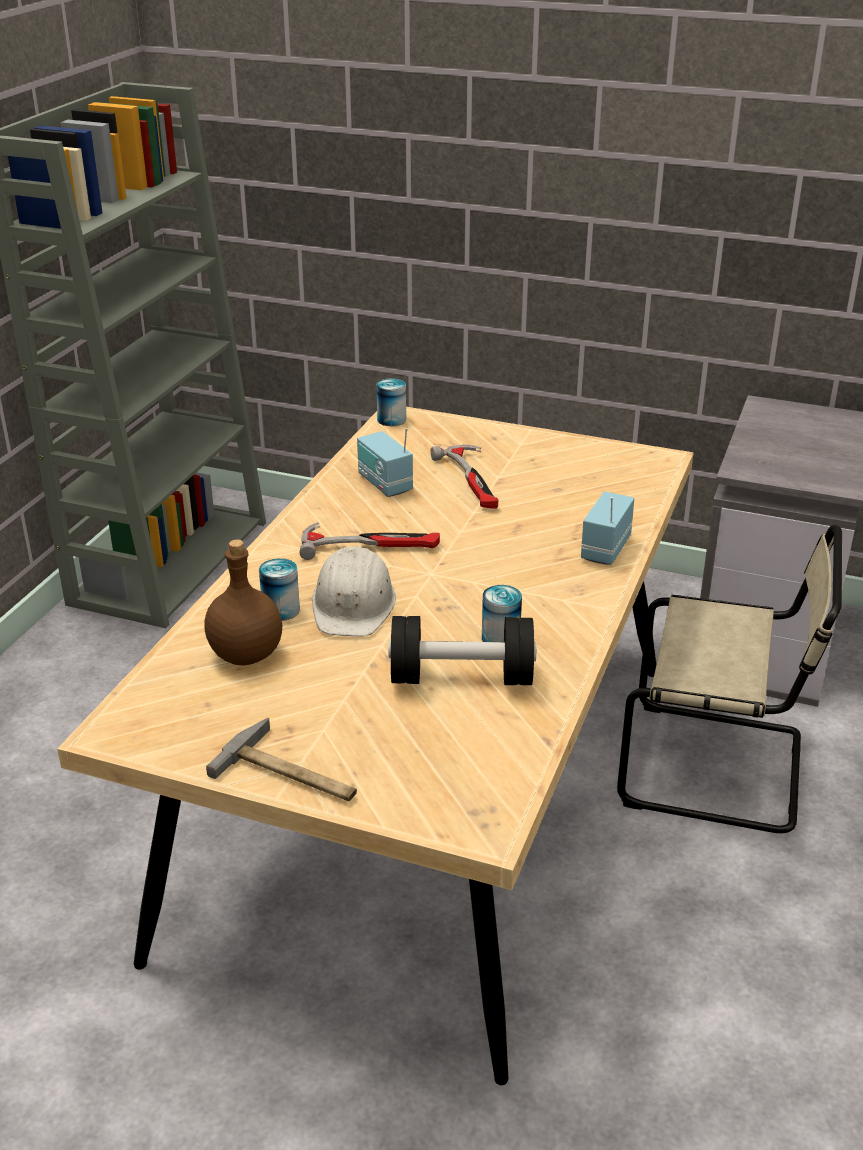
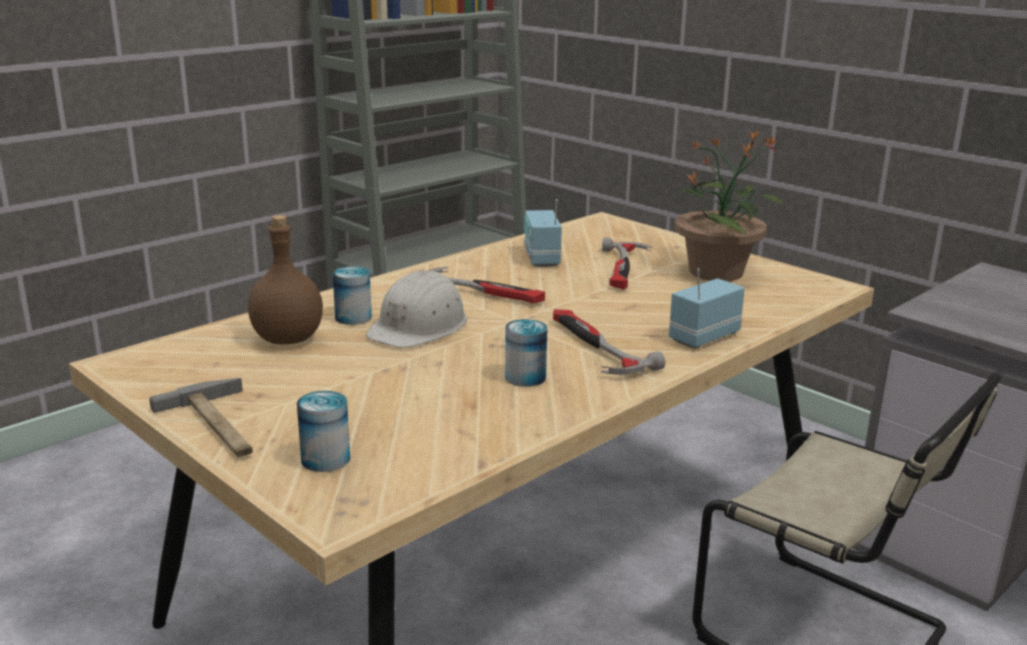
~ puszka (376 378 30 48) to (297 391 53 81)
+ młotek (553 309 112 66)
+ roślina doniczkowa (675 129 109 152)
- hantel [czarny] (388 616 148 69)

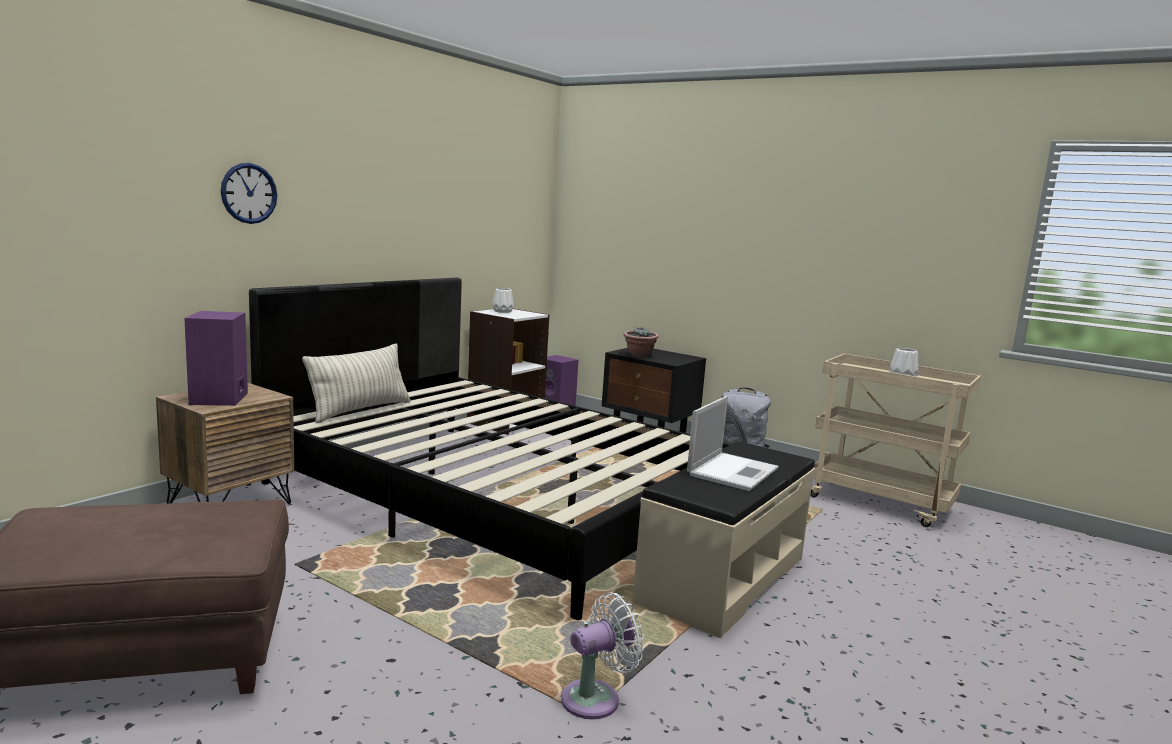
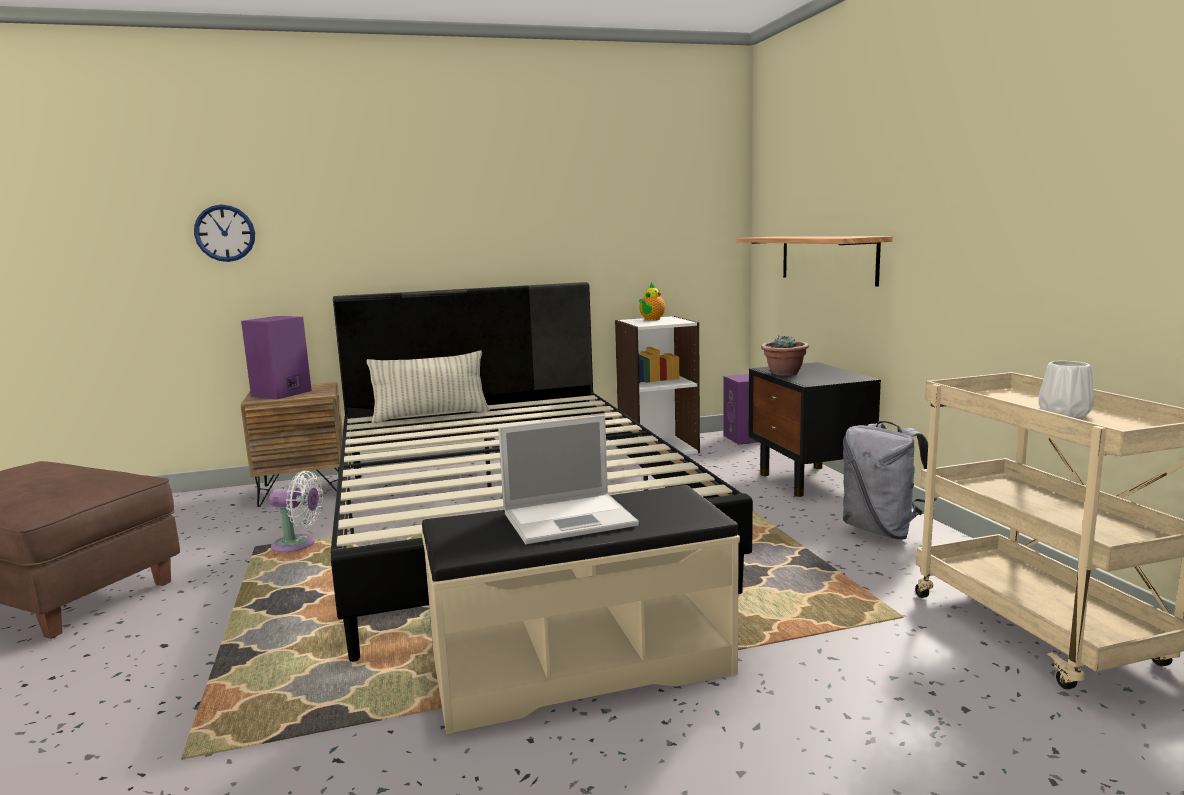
~ zegar ścienny (221 163 56 61) to (194 205 61 57)
~ wentylator [biały] (561 592 83 127) to (269 471 54 81)
~ wazon [biały] (493 288 21 25) to imbryk (639 282 26 38)
+ półka (736 236 157 51)

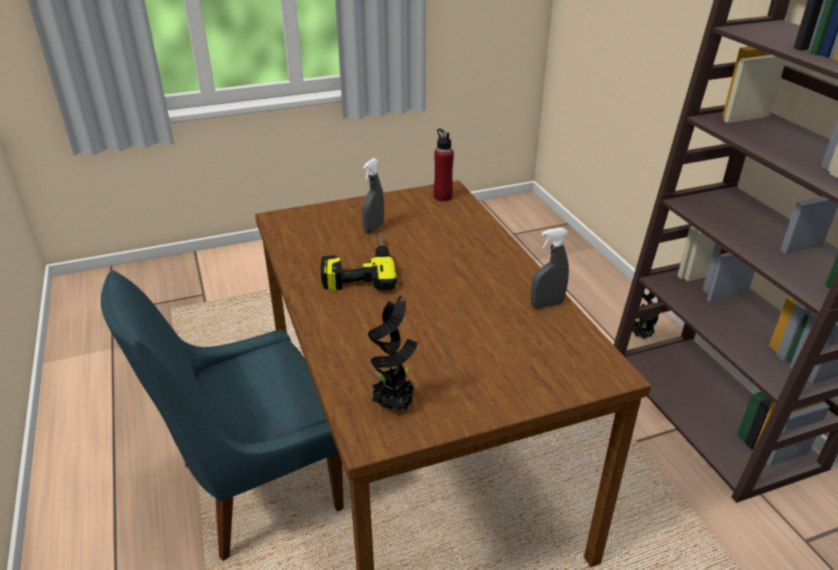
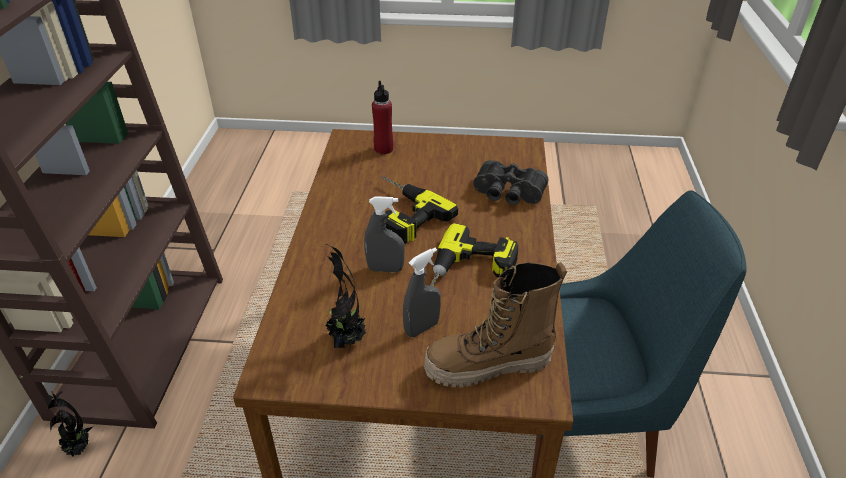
~ roślina doniczkowa (368 295 50 116) to (322 244 45 104)
~ spryskiwacz [szary] (531 228 38 81) to (364 196 41 77)
~ butelka [czerwony] (434 129 20 73) to (372 81 21 73)
+ wiertarka (382 176 76 68)
+ but z cholewką (424 262 143 125)
+ lornetka [czarny] (473 160 75 45)

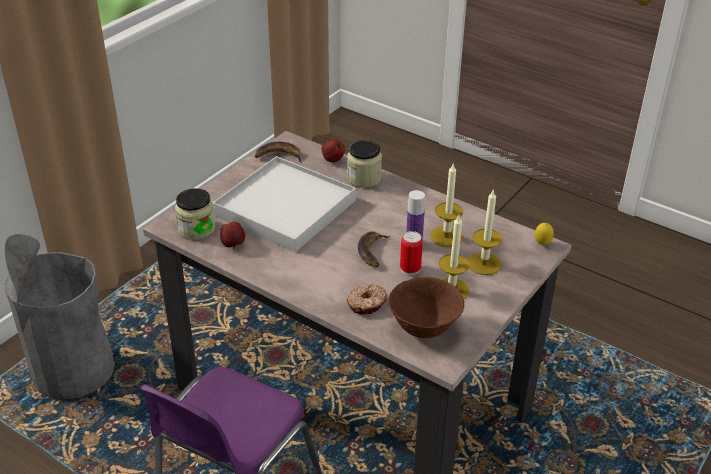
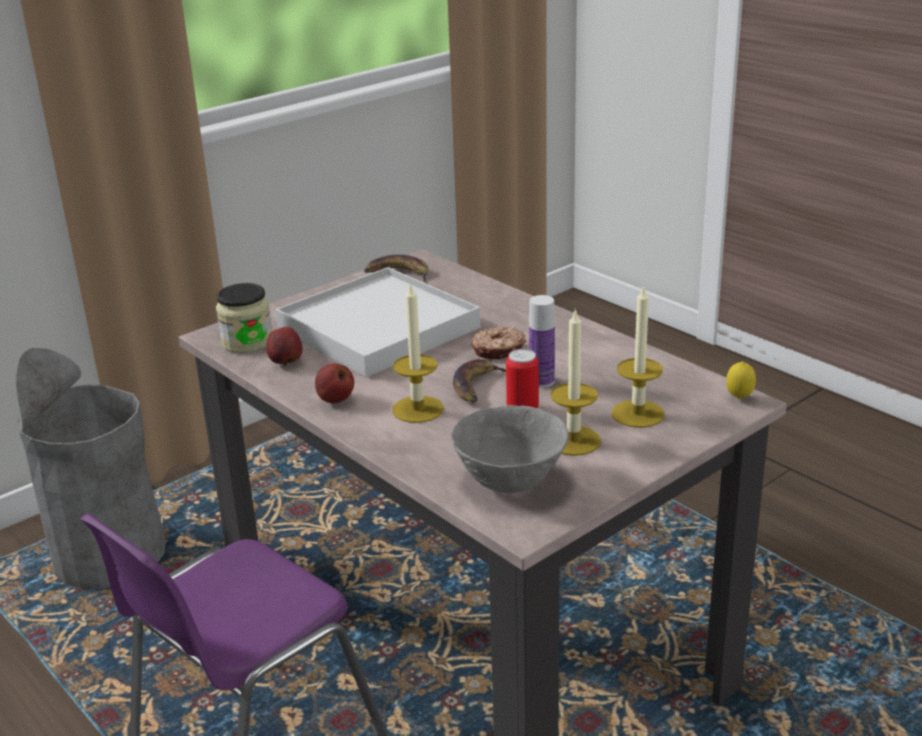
~ jabłko (322 139 23 23) to (315 364 39 39)
~ świeca (430 164 33 83) to (392 282 52 141)
~ miska [brązowy] (388 277 76 61) to miska [szary] (451 405 118 88)
~ donut (347 284 41 31) to (472 326 54 33)
- słoik (347 140 35 48)

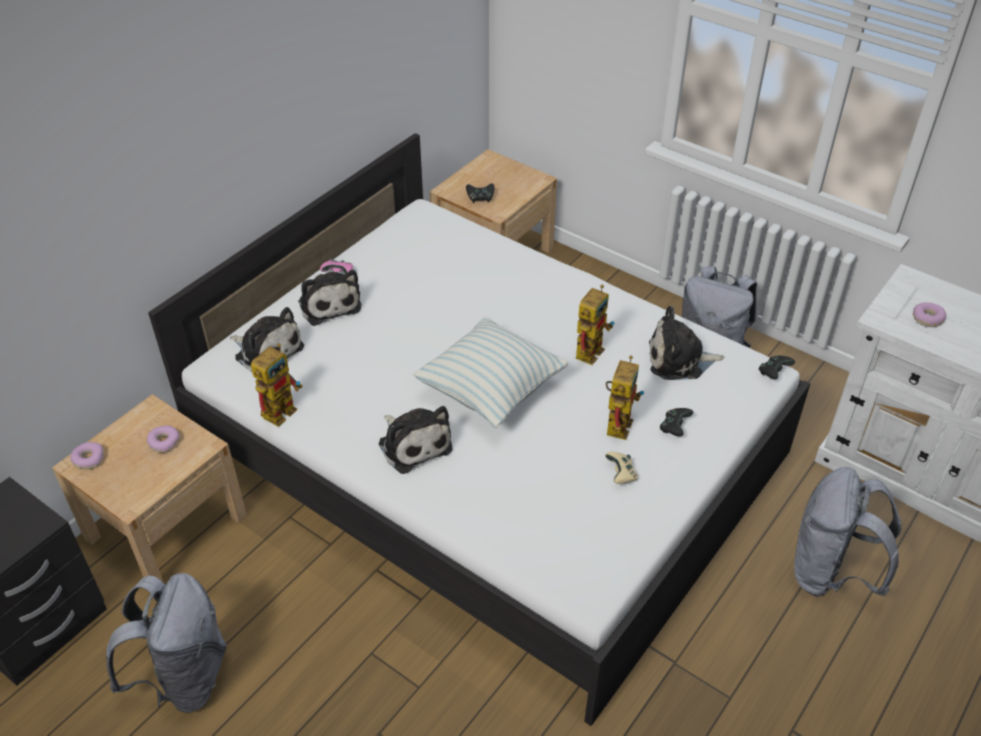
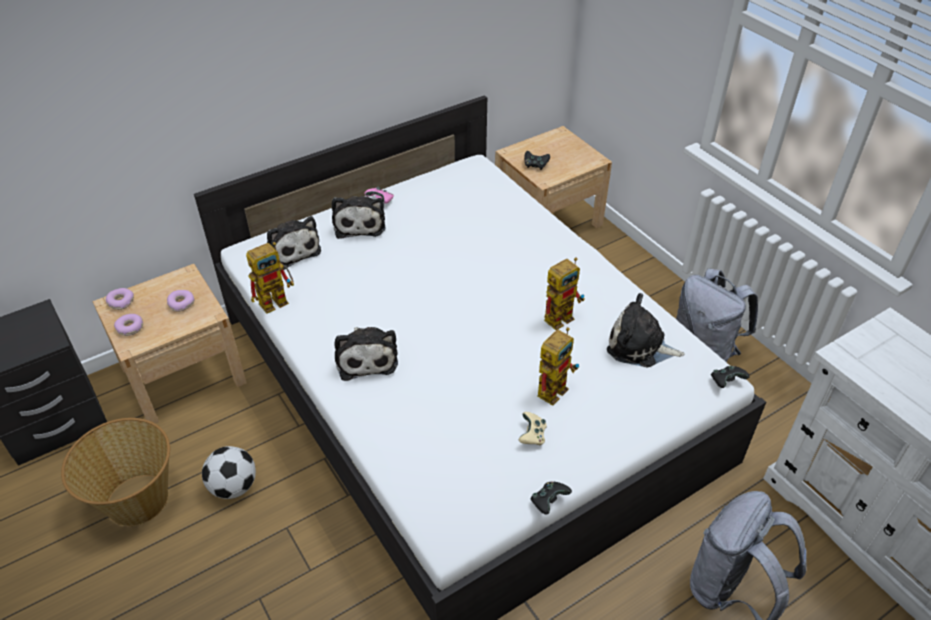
~ plecak [szary] (106 573 121 140) to koszyk (61 418 109 108)
~ donut (913 302 33 25) to (114 314 29 22)
+ piłka futbolowa (202 446 54 53)
~ pad do gier [czarny] (660 408 33 28) to (531 481 41 34)
- poduszka (413 316 155 112)

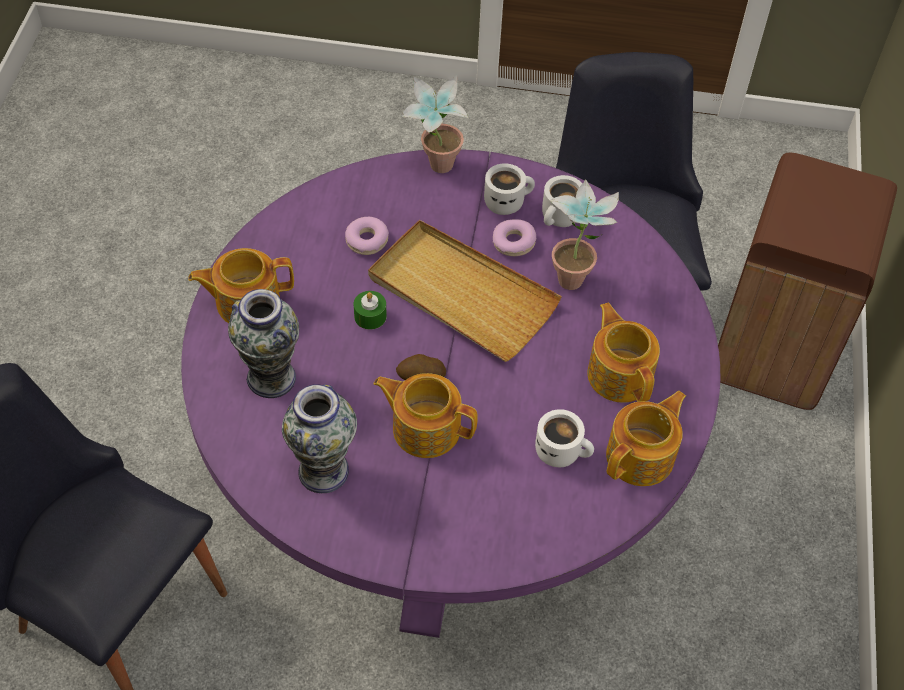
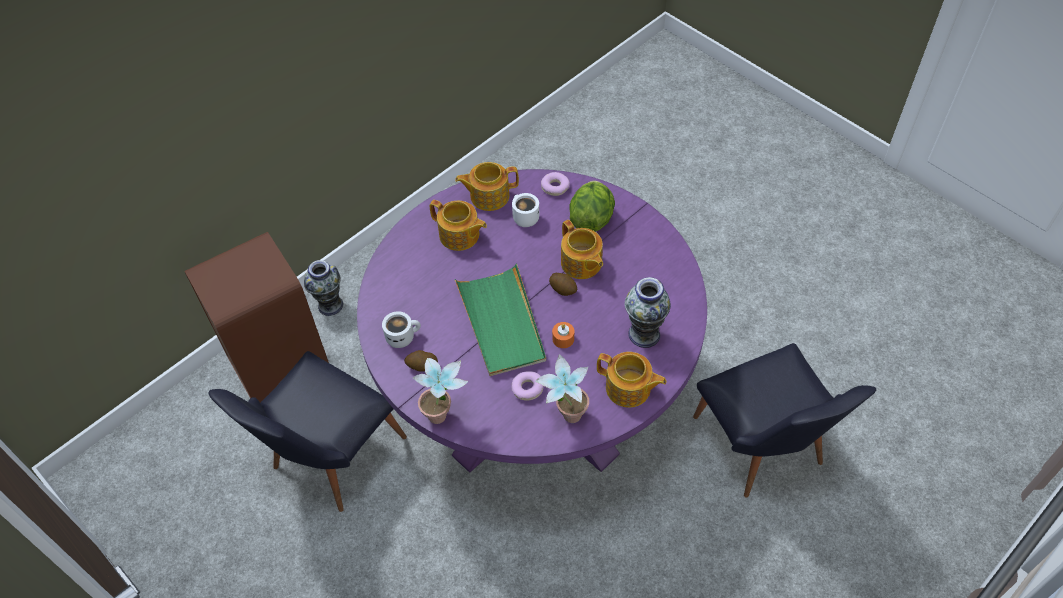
~ wazon (282 384 75 109) to (304 260 39 56)
~ kubek [biały] (484 163 51 52) to ziemniak (404 350 34 22)
~ imbryk (587 303 73 100) = (430 200 57 51) 75 degrees counterclockwise
~ taca [beżowy] (368 220 194 142) to taca [zielony] (455 263 91 113)
~ roślina doniczkowa (550 179 69 111) to (535 354 54 69)
~ donut (493 219 43 37) to (541 172 29 24)
~ świeca [zielony] (354 291 33 39) to świeca [pomarańczowy] (552 322 22 26)
+ sałata (569 181 46 51)

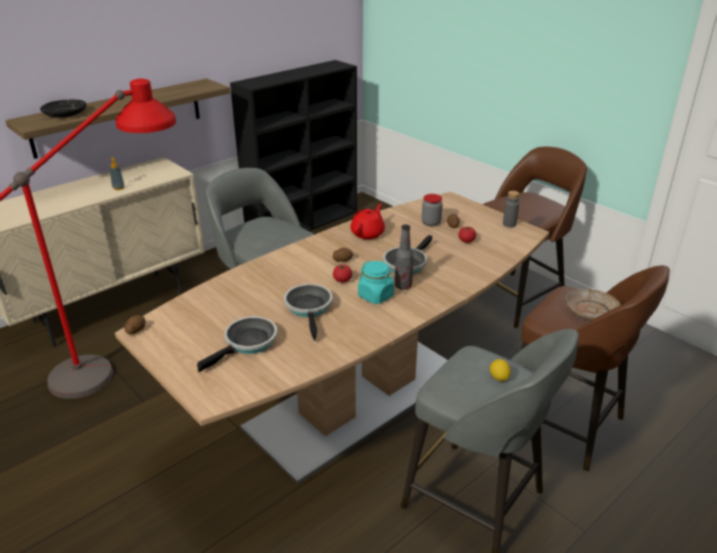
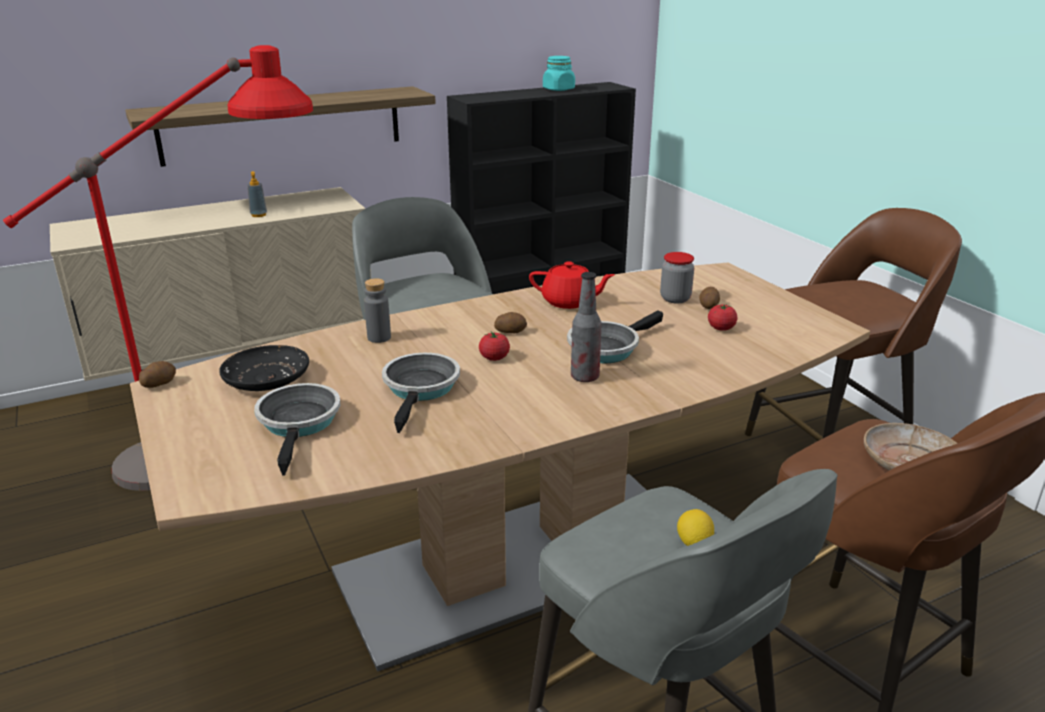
~ talerz [czarny] (40 99 46 19) to (219 345 90 46)
~ patelnia (197 316 80 56) = (254 383 86 93) 60 degrees counterclockwise
~ butelka [szary] (503 191 16 36) to (364 278 27 65)
~ imbryk [czerwony] (350 204 35 35) = (529 261 86 48) 60 degrees clockwise
~ słoik [turkusowy] (358 261 36 43) to (543 56 32 35)

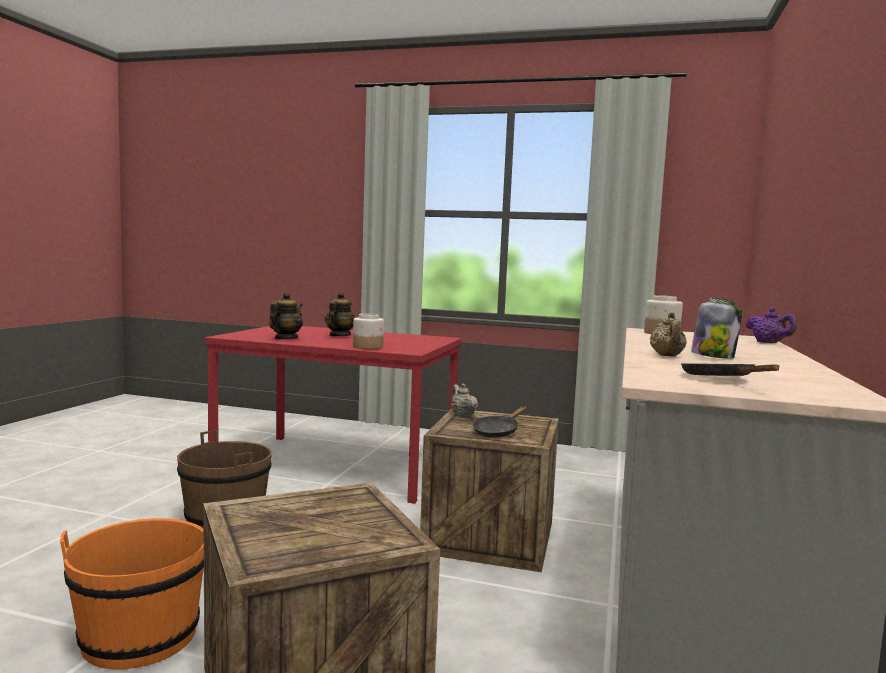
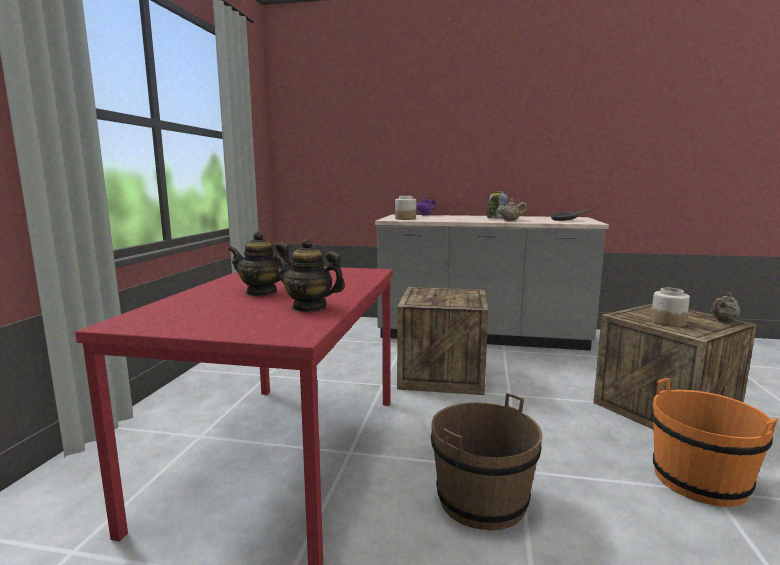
~ słoik (353 313 31 36) to (651 288 39 39)
~ imbryk [beżowy] (451 384 27 34) to (711 292 29 30)
- patelnia [czarny] (472 406 54 32)

